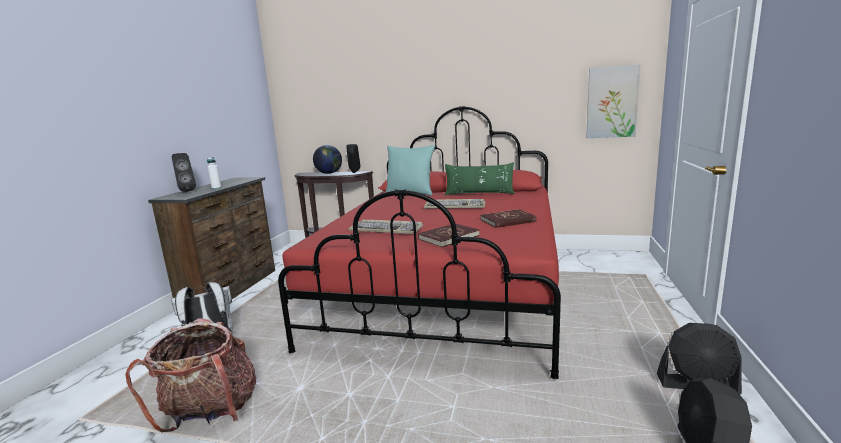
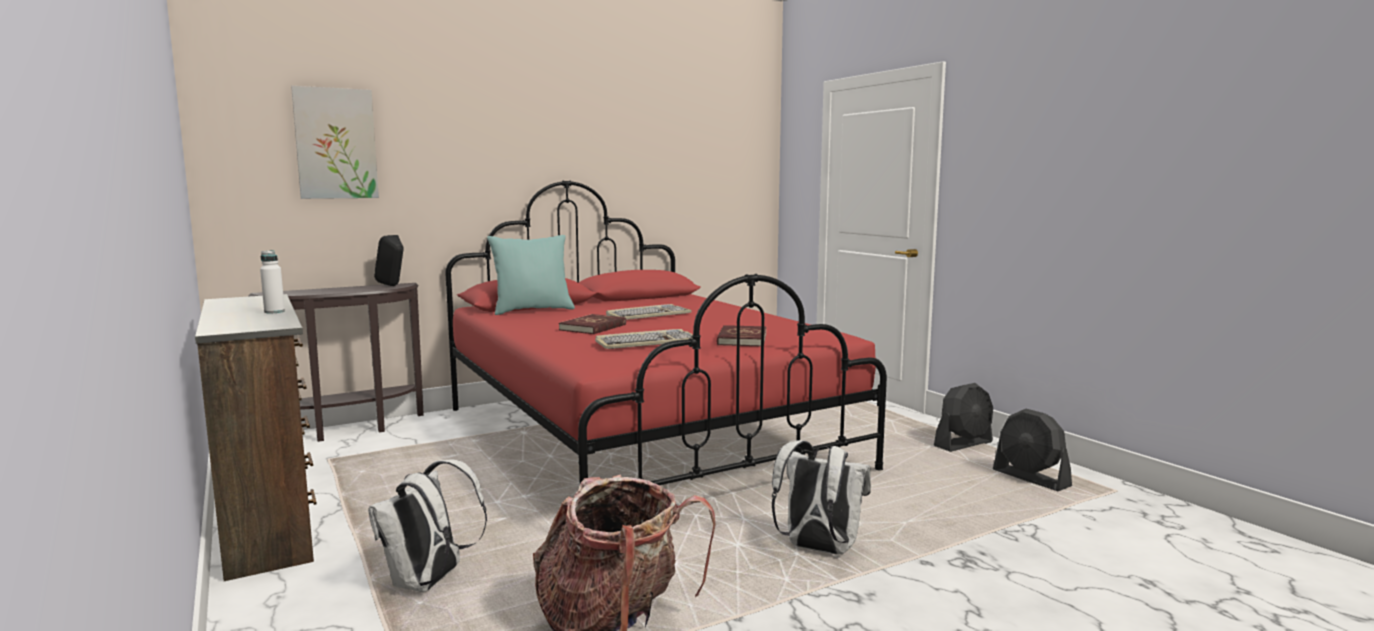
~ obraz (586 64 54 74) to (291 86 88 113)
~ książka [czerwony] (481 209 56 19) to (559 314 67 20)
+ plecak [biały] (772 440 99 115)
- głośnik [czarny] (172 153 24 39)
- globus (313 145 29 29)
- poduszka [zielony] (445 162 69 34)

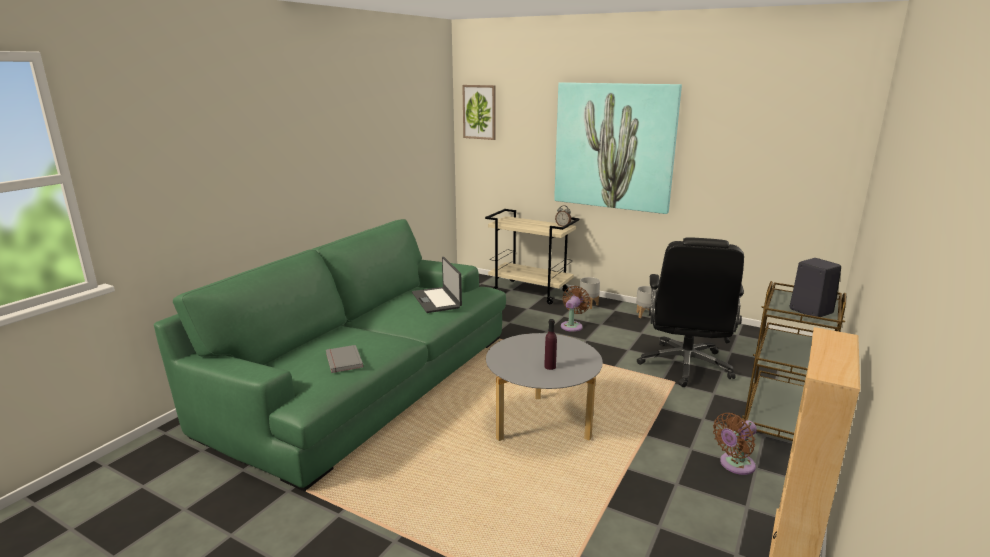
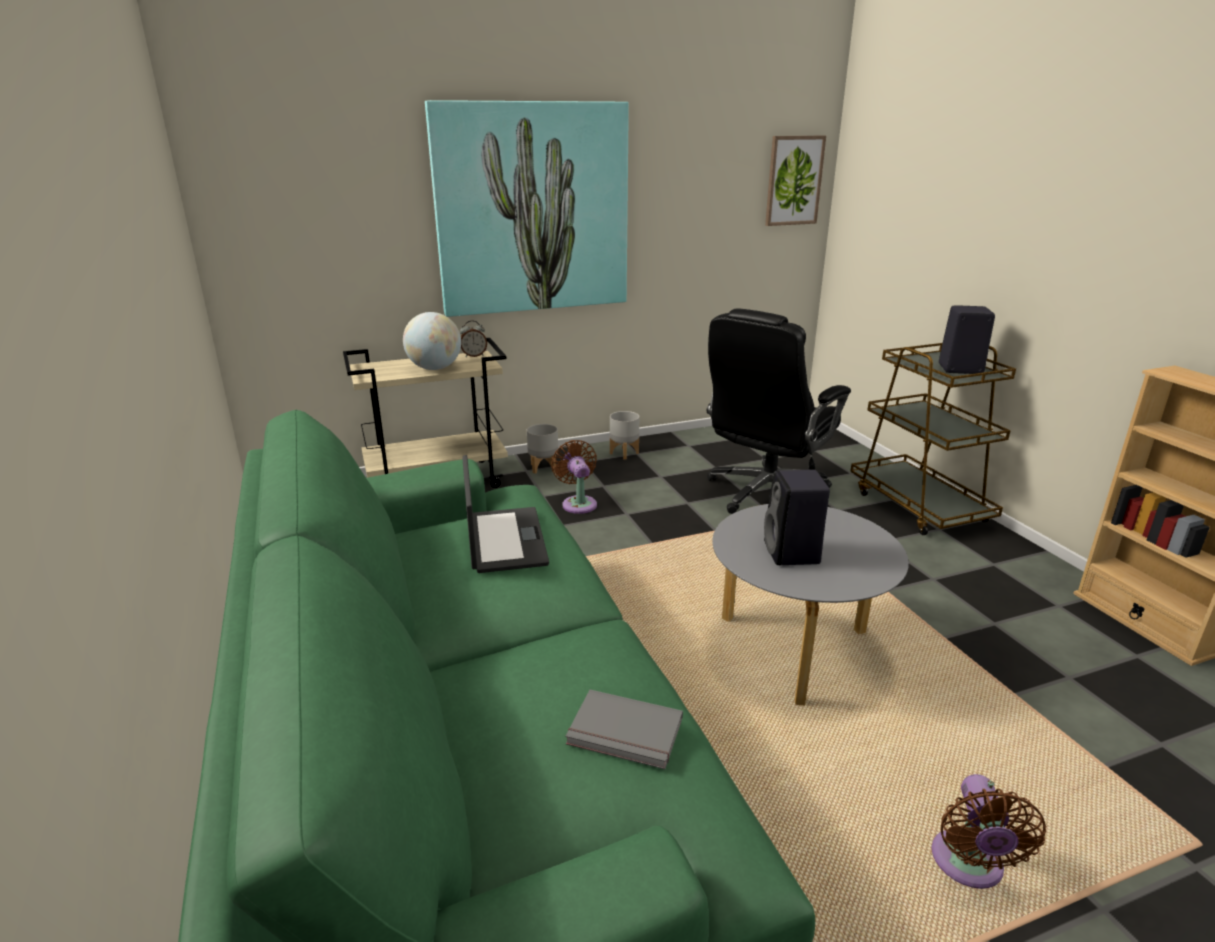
+ globus (403 312 58 58)
~ laptop (412 257 50 56) = (462 455 87 118) 120 degrees counterclockwise
~ krzesło biurowe [czarny] (637 238 107 149) = (707 308 144 206) 75 degrees clockwise
+ głośnik [czarny] (764 470 66 95)
~ obraz (462 85 34 55) to (765 136 61 90)
~ wentylator [brązowy] (713 413 44 62) to (932 774 114 115)
- butelka [fioletowy] (544 319 13 51)

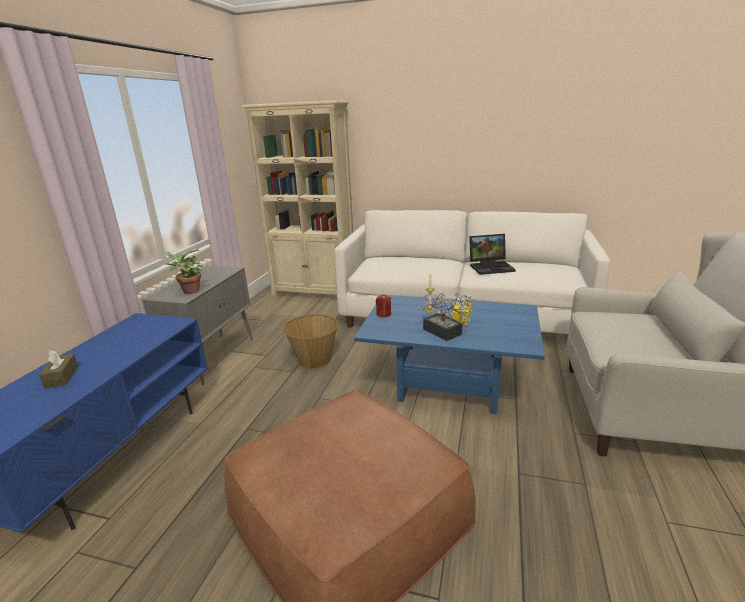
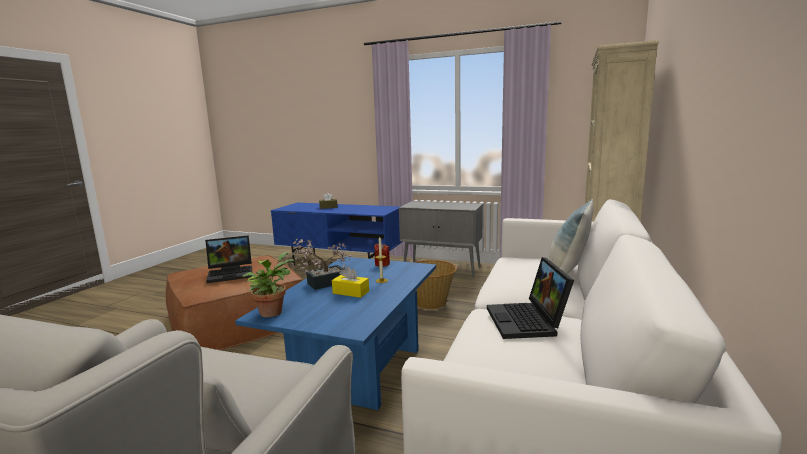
+ laptop (205 235 47 48)
~ roślina doniczkowa (165 249 37 45) to (242 252 52 65)
+ poduszka (549 199 45 75)

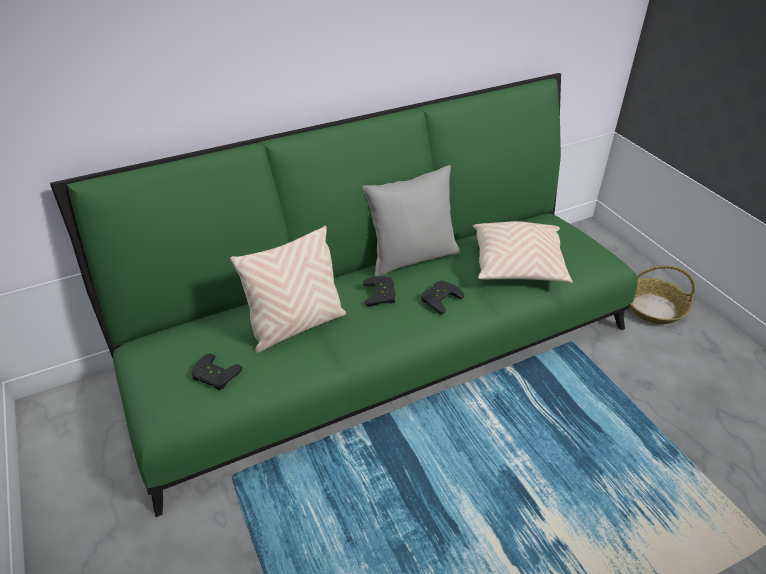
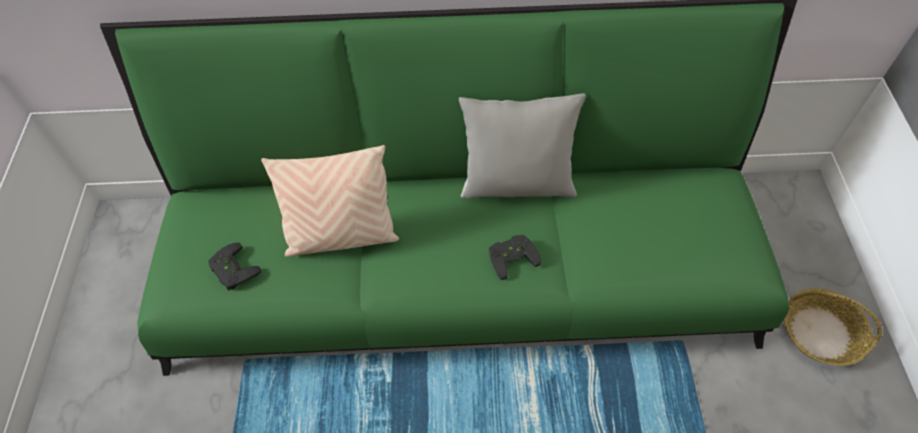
- pad do gier [czarny] (363 276 33 30)
- poduszka [beżowy] (473 221 100 62)

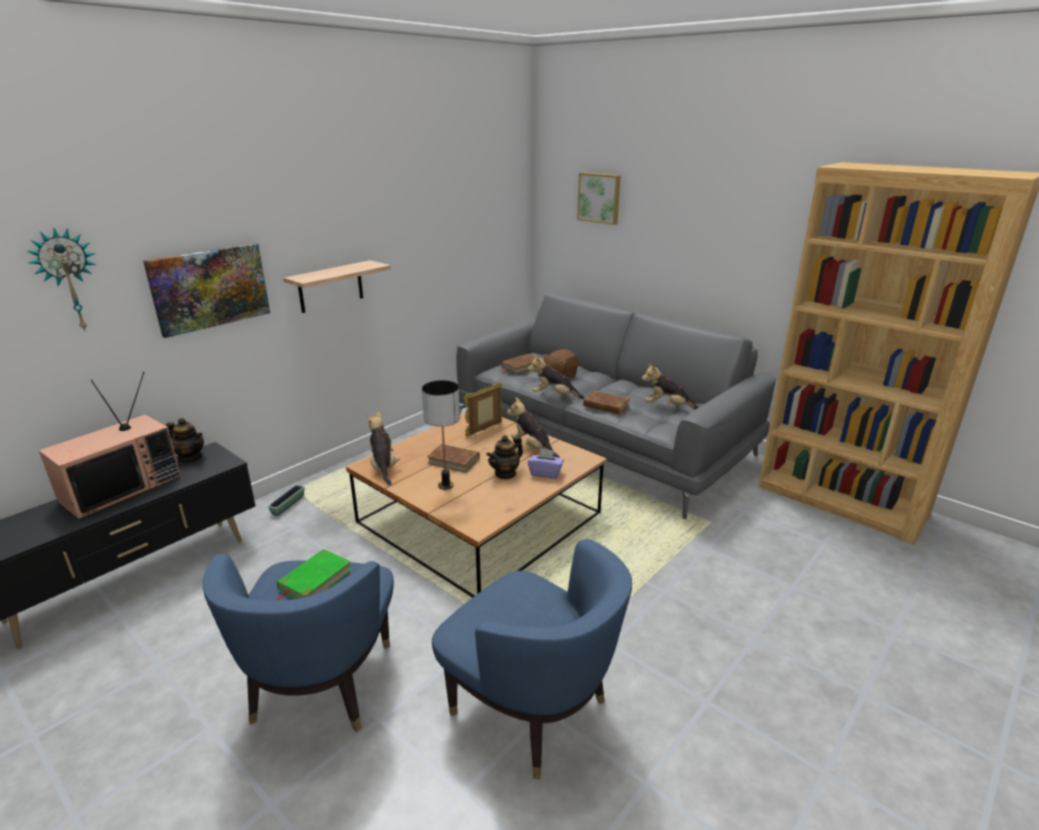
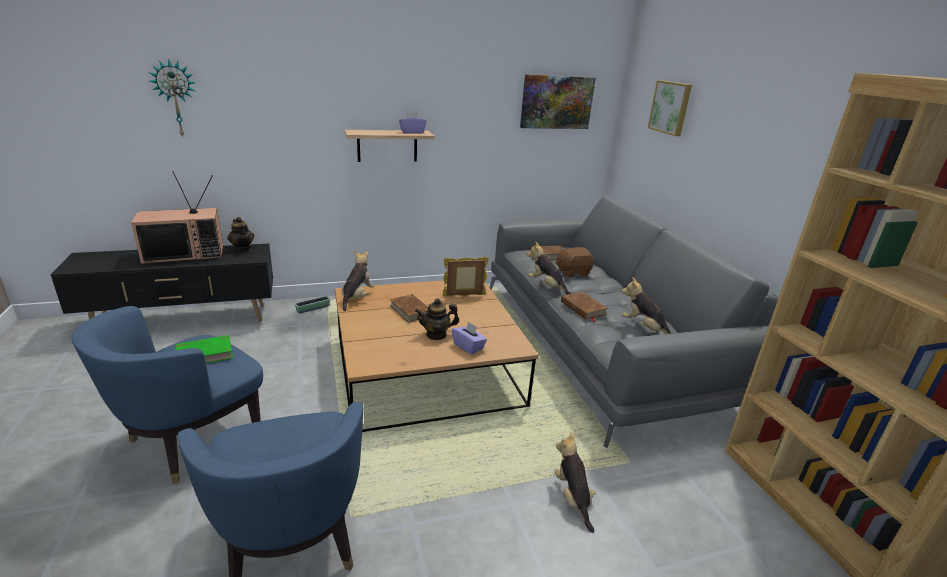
+ pudełko chusteczek [fioletowy] (399 111 28 23)
~ obraz (143 243 127 95) to (520 74 76 55)
~ pluszak (507 397 53 61) to (554 432 42 101)
- lampa stołowa (422 380 38 110)

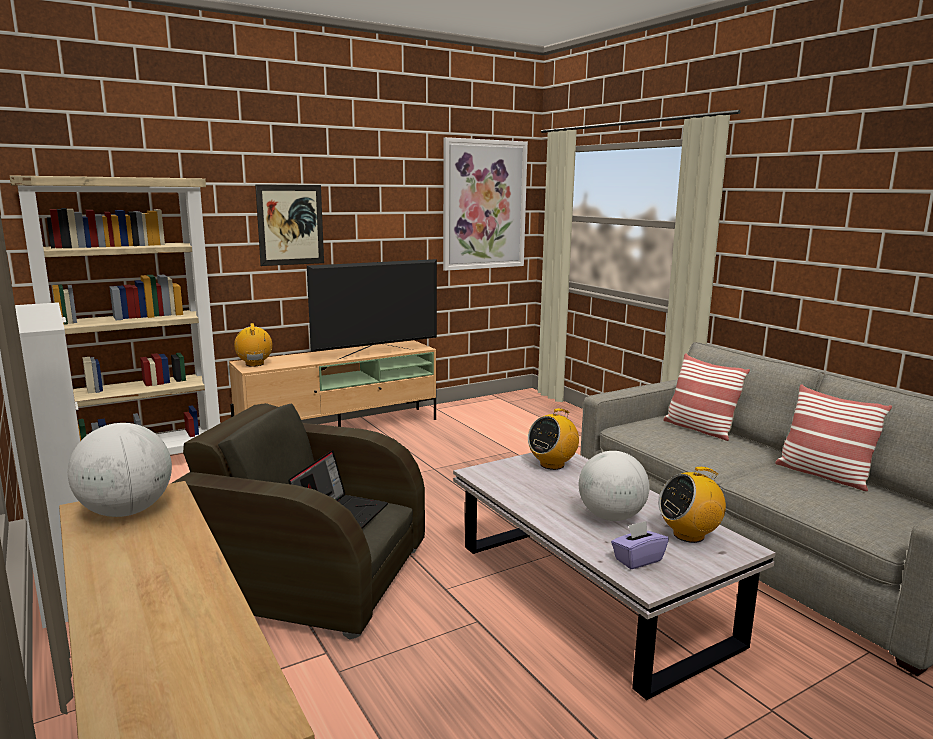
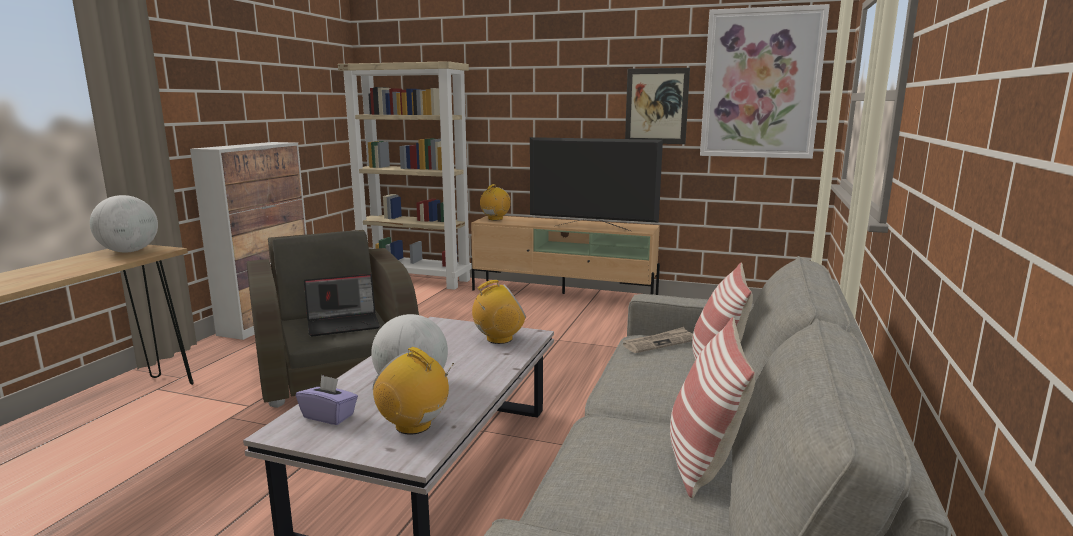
~ radio (528 408 51 62) = (472 280 54 64) 150 degrees clockwise
+ gazeta (623 327 70 26)
~ obraz (255 184 69 82) to (625 68 65 76)

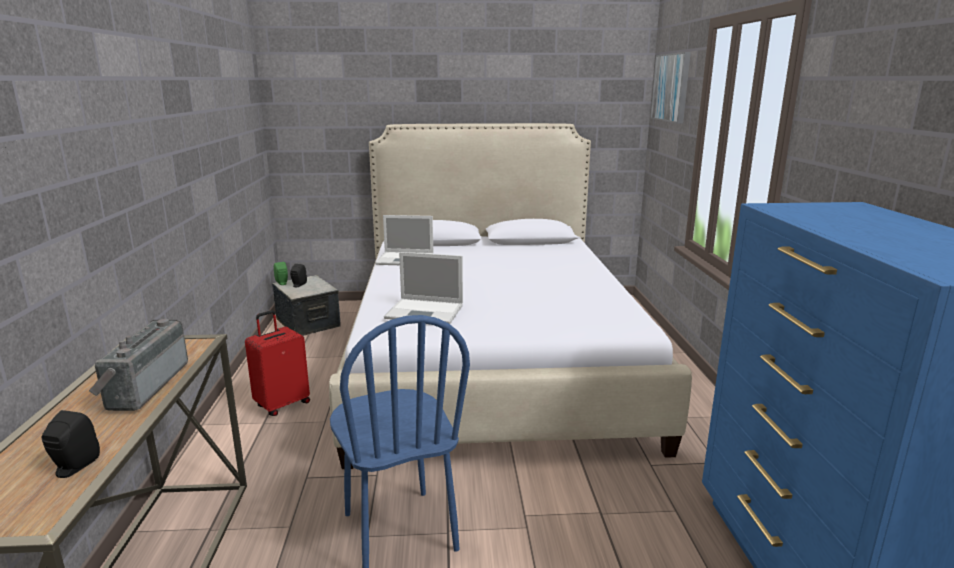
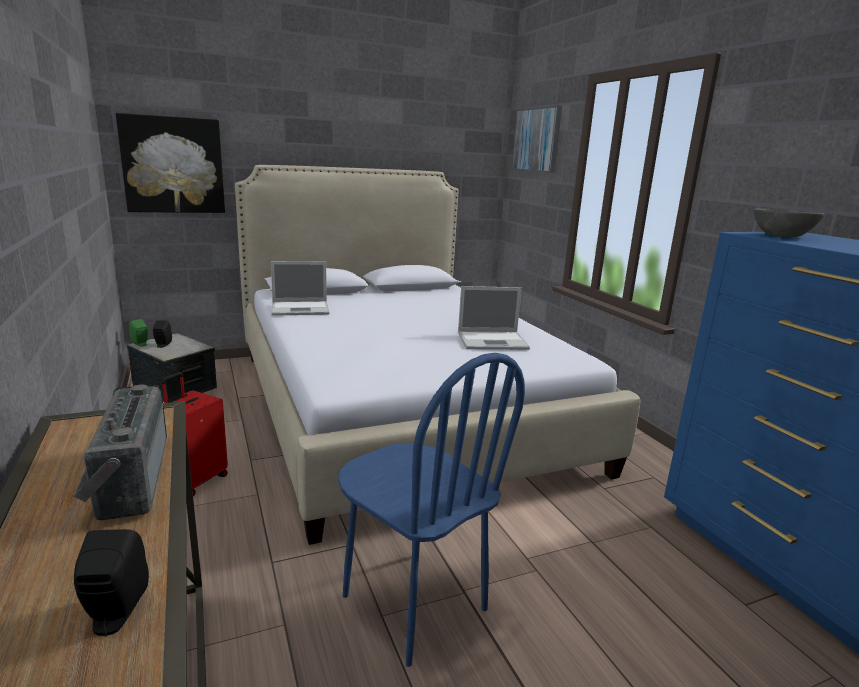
+ obraz (116 113 109 100)
~ laptop (384 252 79 72) to (458 286 72 64)
+ miska [szary] (754 209 71 28)

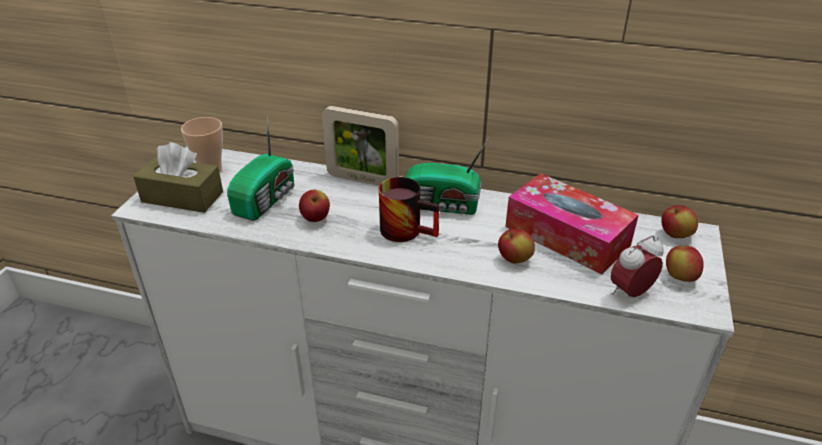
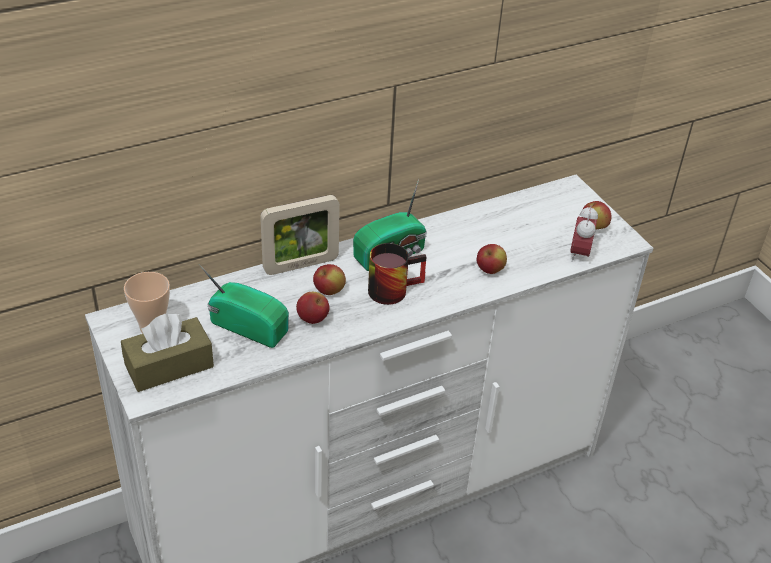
~ radio (227 116 67 105) = (199 264 90 84) 45 degrees counterclockwise
~ jabłko (661 205 37 33) to (313 264 33 31)
- pudełko chusteczek (505 173 134 101)

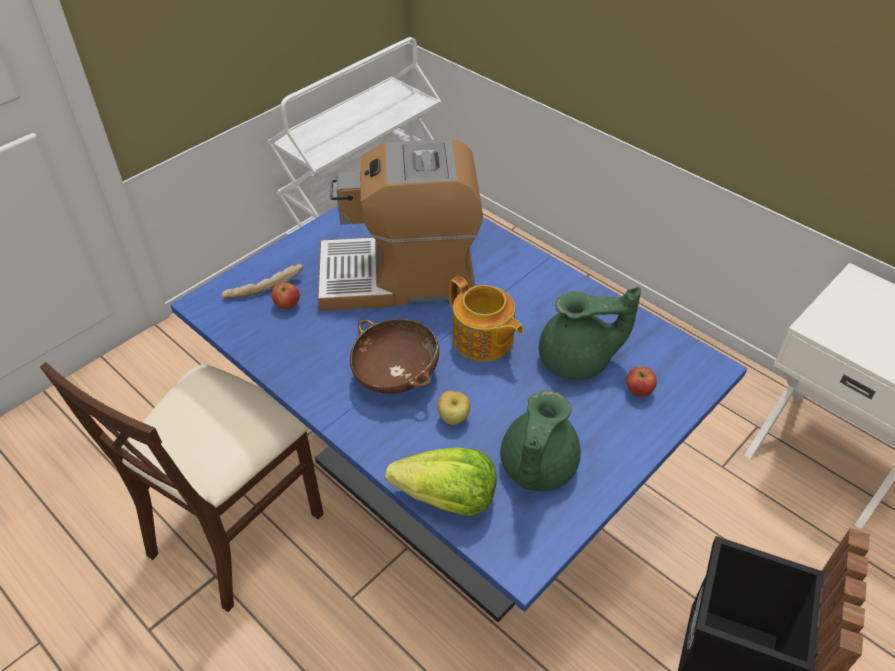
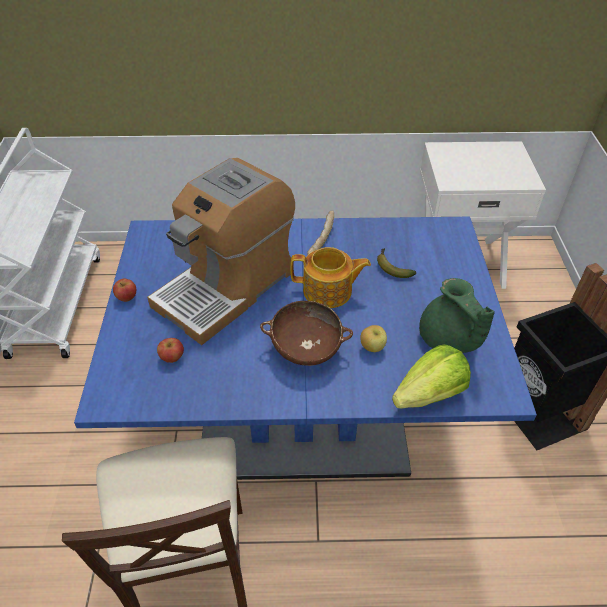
~ jabłko (626 366 31 31) to (113 278 23 24)
~ chleb (222 264 81 35) to (307 210 28 45)
~ imbryk [zielony] (539 287 102 93) to banan (377 248 39 30)

